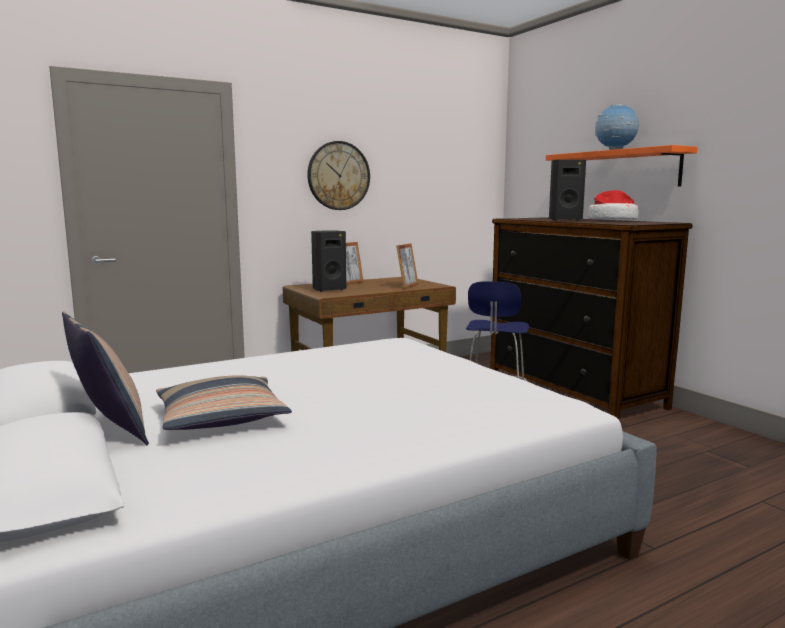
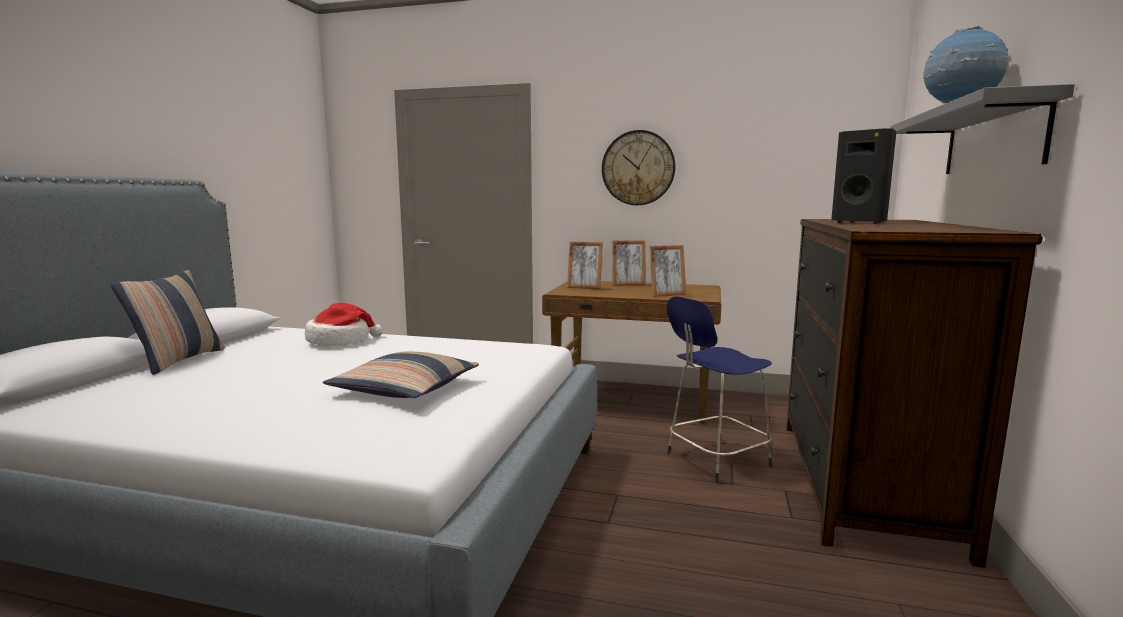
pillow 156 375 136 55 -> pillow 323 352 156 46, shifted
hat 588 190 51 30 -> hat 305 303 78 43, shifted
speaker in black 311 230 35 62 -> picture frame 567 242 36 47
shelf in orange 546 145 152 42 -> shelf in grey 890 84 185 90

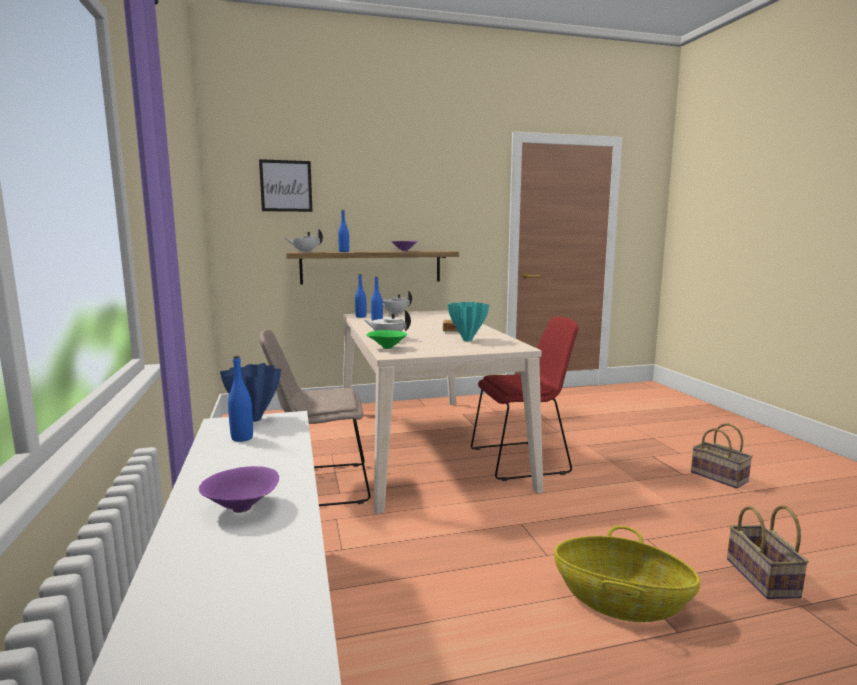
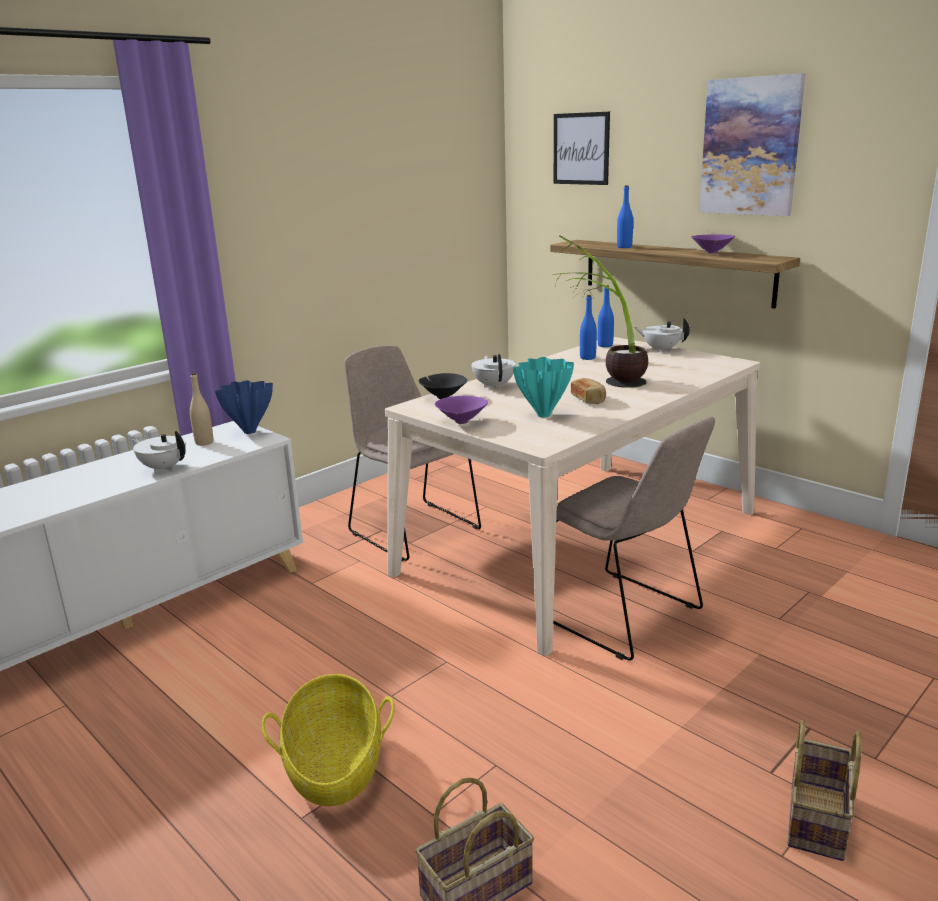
none -> potted plant 552 235 96 153
none -> picture 699 73 106 143
bowl in purple 199 466 80 47 -> bowl in purple 435 396 53 28, shifted
teapot in white 285 229 38 23 -> teapot in white 132 431 54 42, shifted
bottle in blue 228 356 25 86 -> bottle in beige 190 373 23 73
bowl in green 367 330 40 19 -> bowl in black 419 373 48 26
chair in red 471 317 107 164 -> chair in beige 553 416 162 245

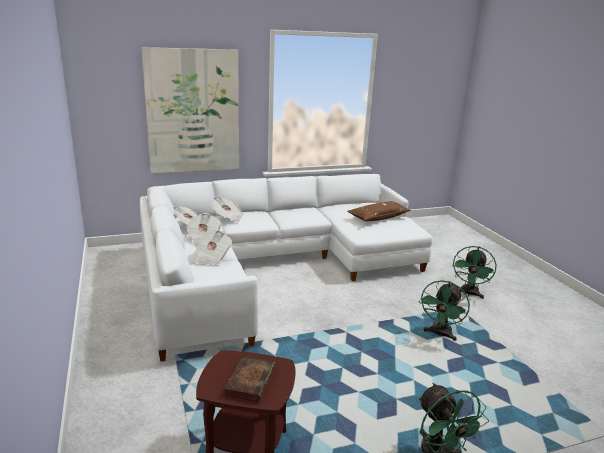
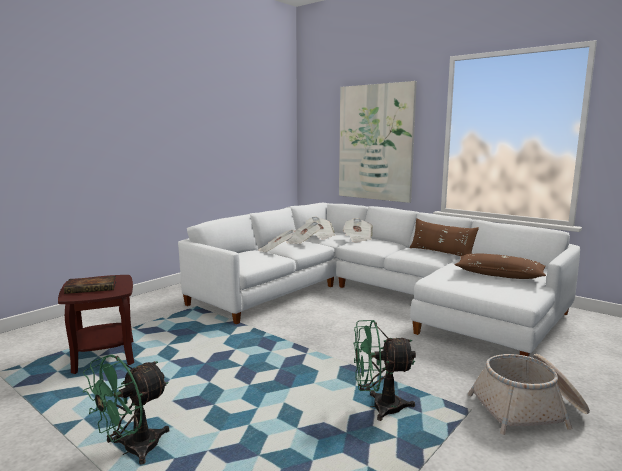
none -> pillow in brown 409 218 70 38
fan in green 452 246 44 53 -> basket 468 354 122 81

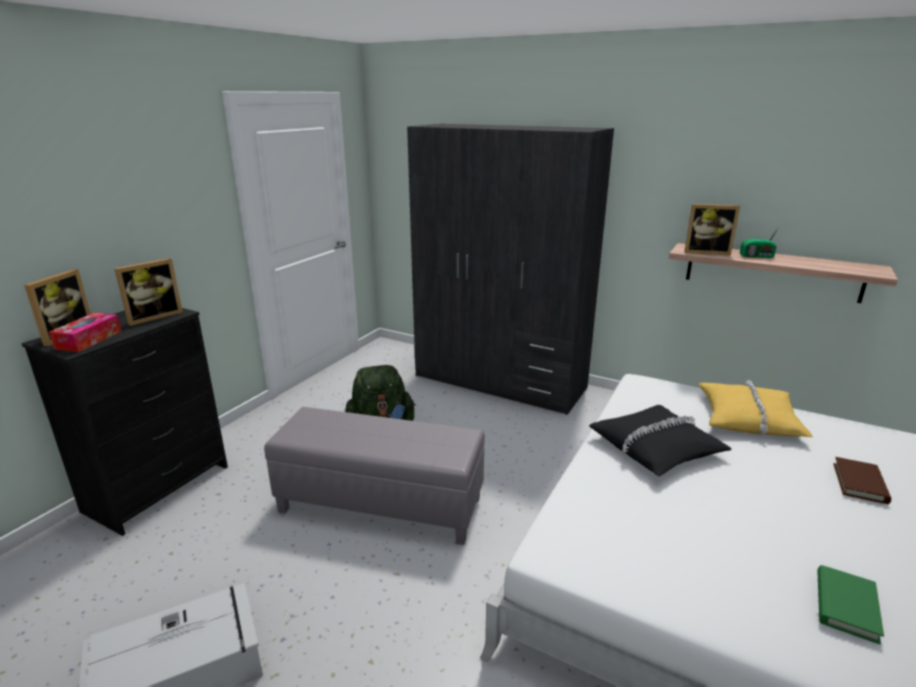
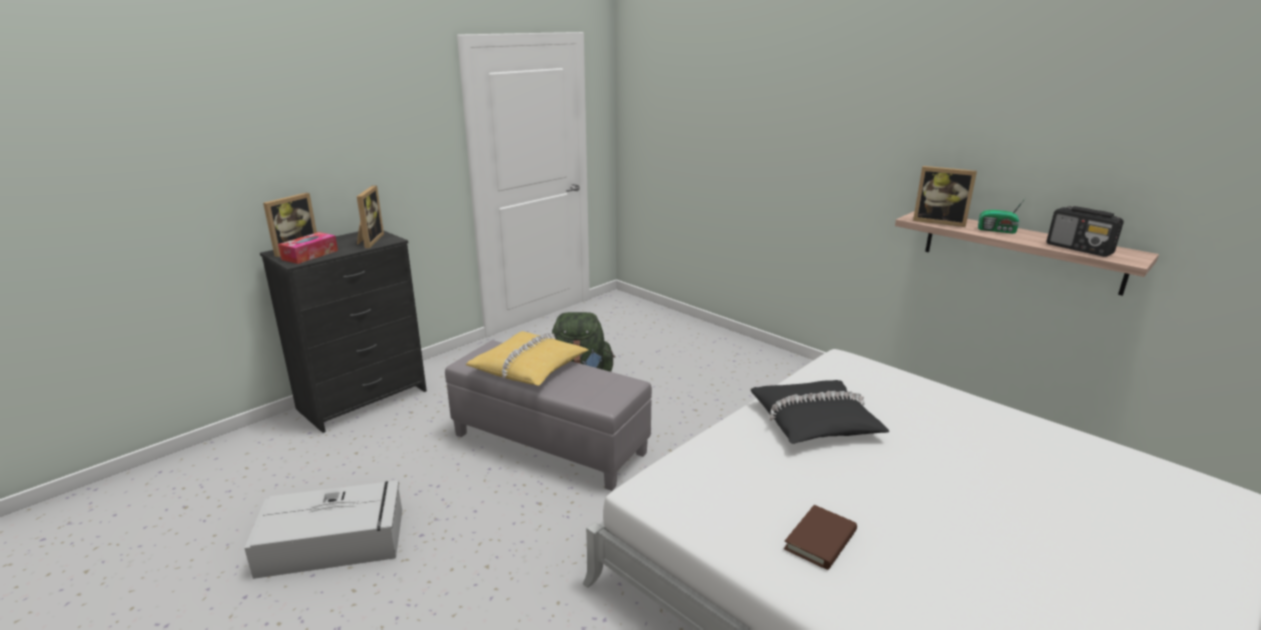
wardrobe in grey 407 124 207 291 -> none
book in green 818 565 66 79 -> none
none -> radio 1046 206 78 51
pillow in yellow 699 380 114 57 -> pillow in yellow 466 331 122 55, shifted
book in brown 833 457 58 47 -> book in brown 784 505 73 65, shifted
picture frame 114 258 69 68 -> picture frame 357 185 27 63, 60 degrees counterclockwise

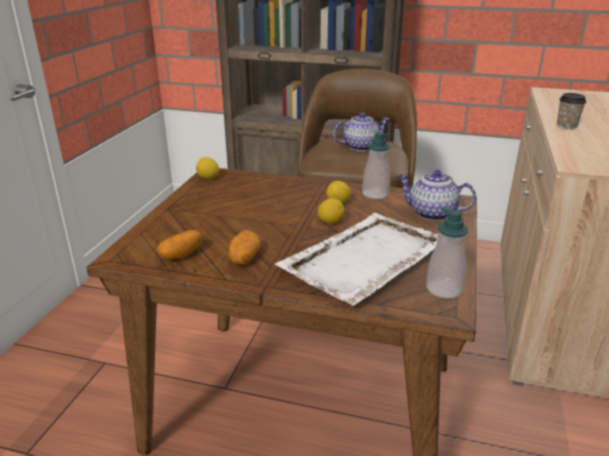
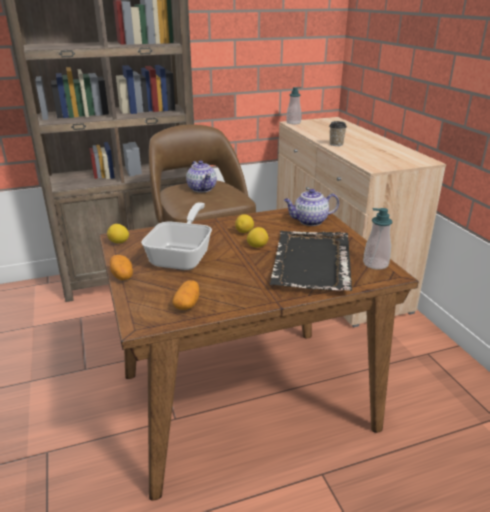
none -> frying pan 141 202 71 68
potato 229 230 32 35 -> potato 110 255 23 25, shifted
soap dispenser 362 132 29 67 -> soap dispenser 286 87 15 37, shifted
tray in white 274 213 165 92 -> tray in black 270 231 82 60
teapot 333 112 56 39 -> teapot 186 160 31 32, 120 degrees clockwise

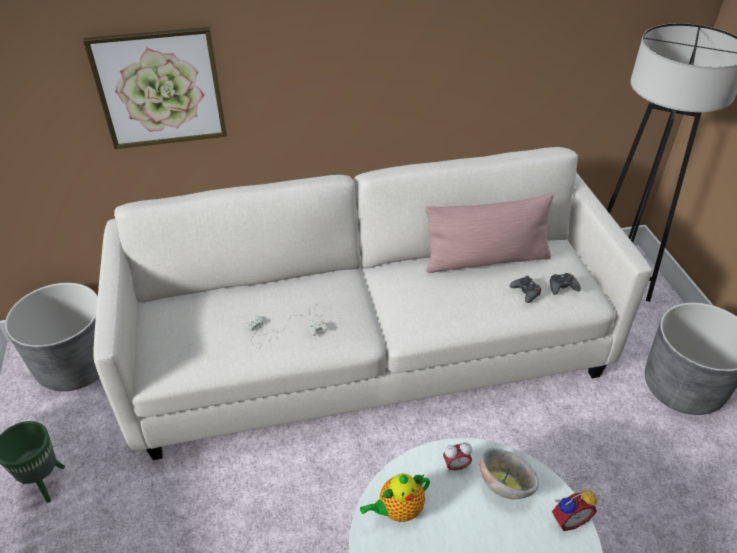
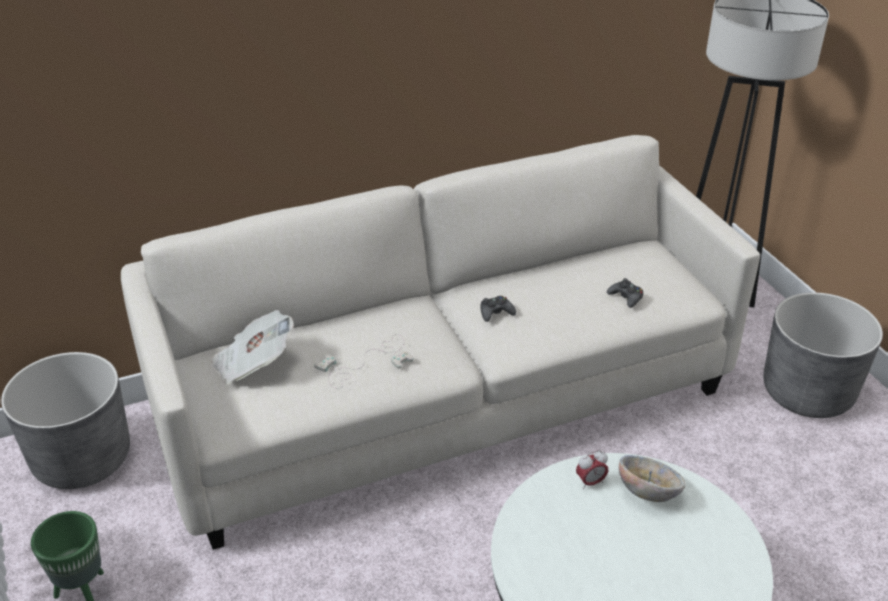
picture 83 27 144 122 -> none
teapot 360 474 70 48 -> none
pillow in pink 426 194 128 79 -> none
alarm clock 552 490 45 41 -> none
none -> newspaper 211 310 83 74
game controller in black 550 273 31 22 -> game controller in black 480 296 36 26, shifted

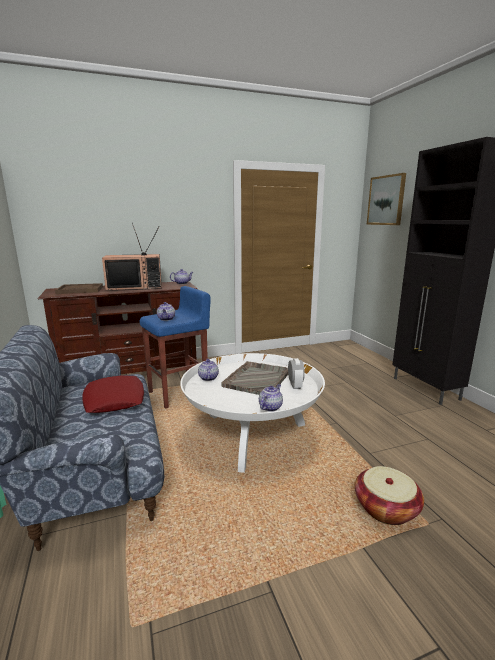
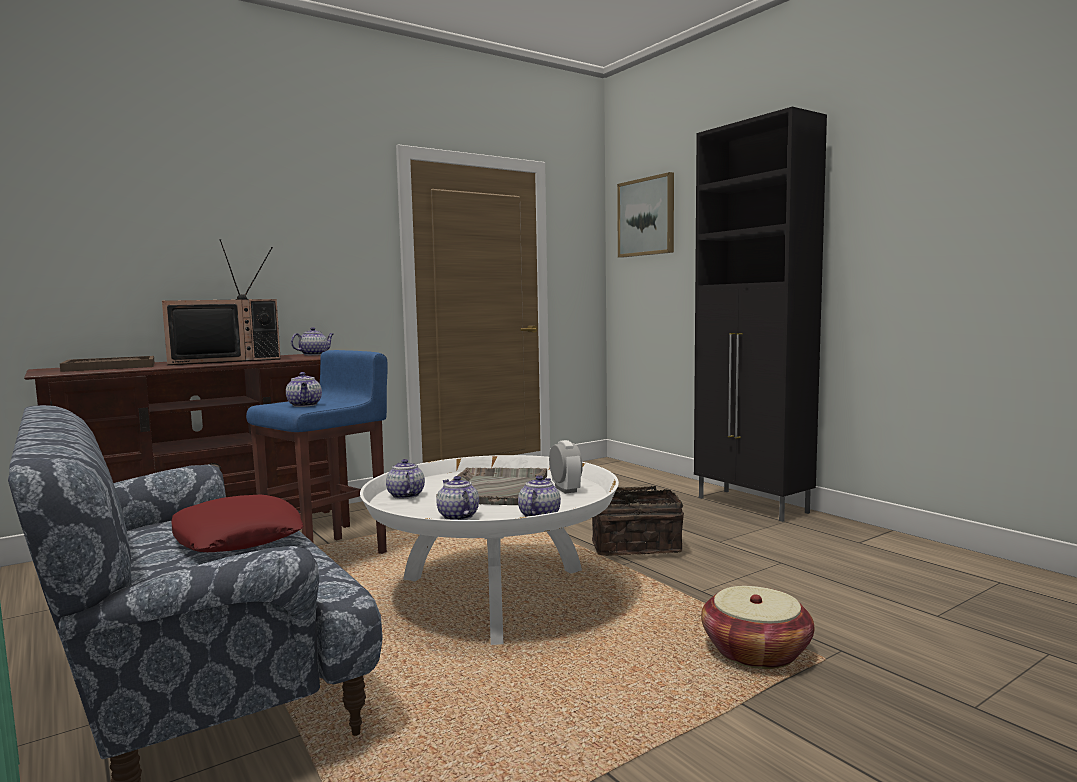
none -> teapot 436 476 43 44
none -> basket 592 486 92 70

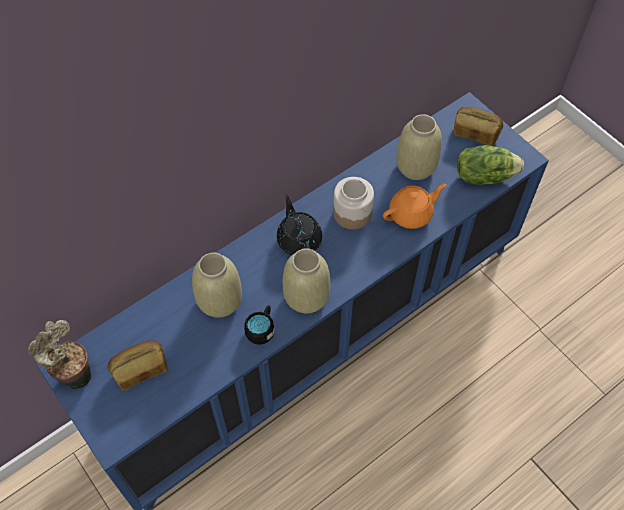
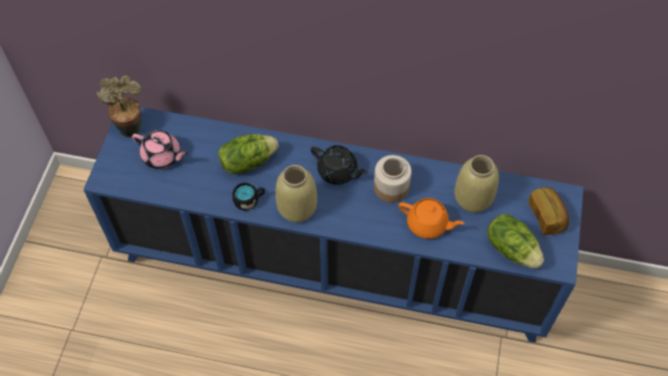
bread 107 340 60 51 -> teapot in pink 132 130 56 39
vase in beige 192 253 50 65 -> lettuce 219 134 60 40
teapot in black 277 195 45 60 -> teapot in black 311 145 57 40, 90 degrees clockwise

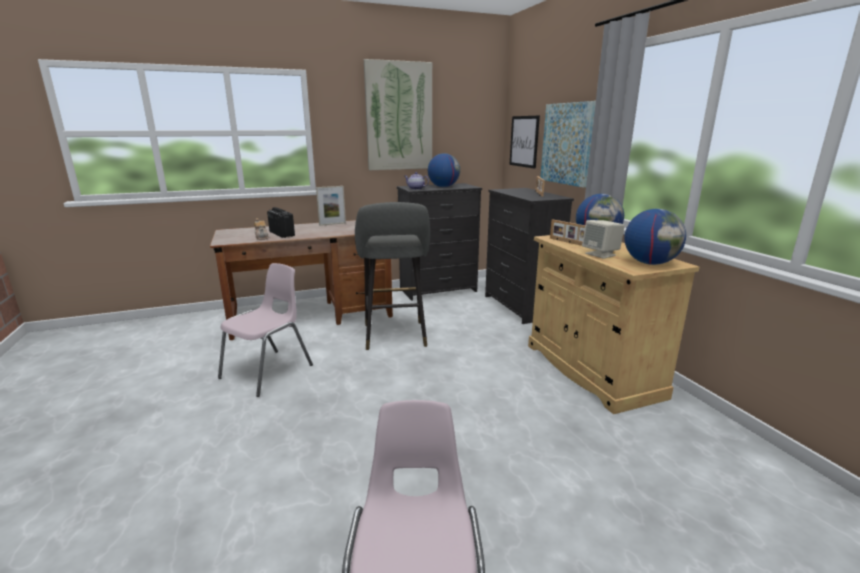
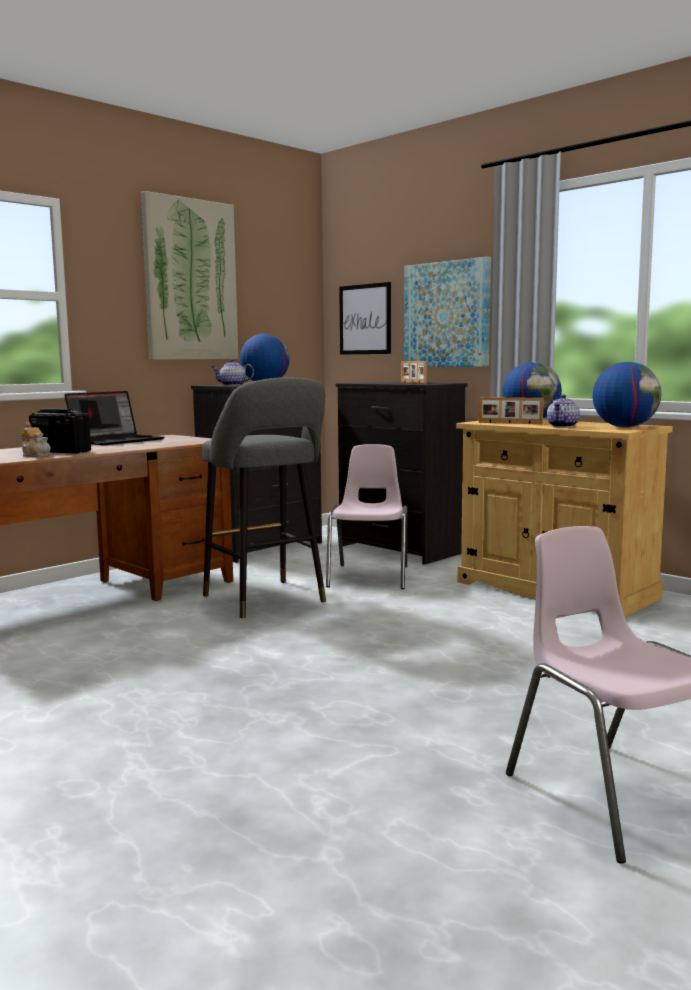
chair in pink 218 263 95 134 -> chair in pink 326 444 81 145, shifted
picture frame 316 186 30 40 -> laptop 64 391 100 54
speaker in beige 582 220 43 39 -> teapot 547 395 33 32

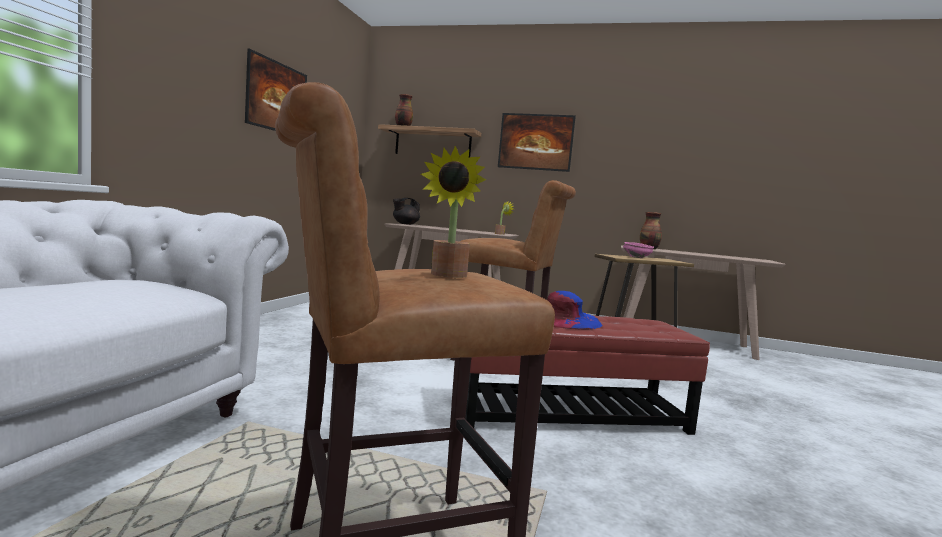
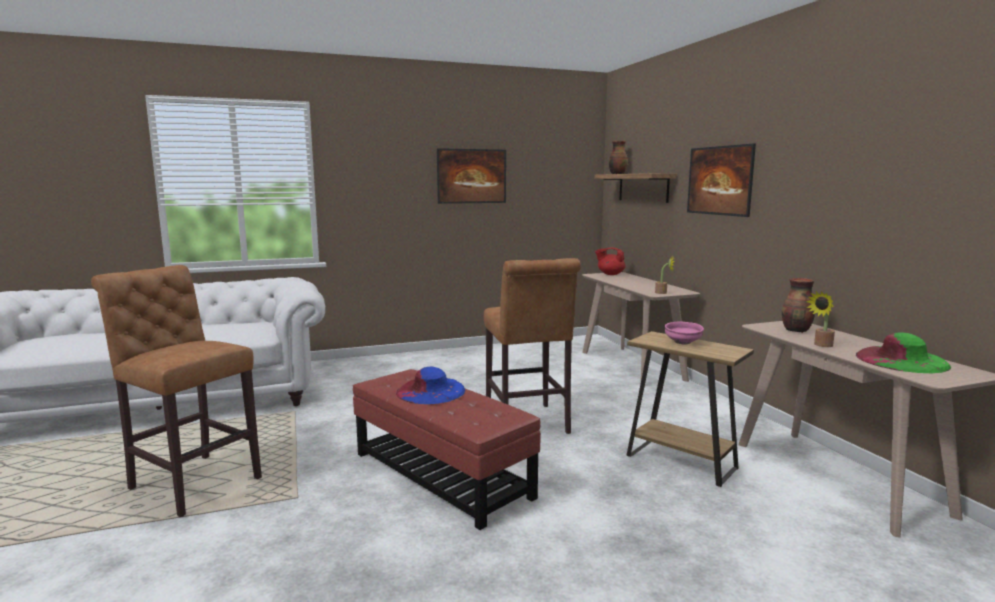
none -> hat in green 856 332 95 41
potted plant 421 146 65 132 -> potted plant 806 291 29 56, shifted
teapot in black 393 198 27 27 -> teapot in red 595 248 30 27

